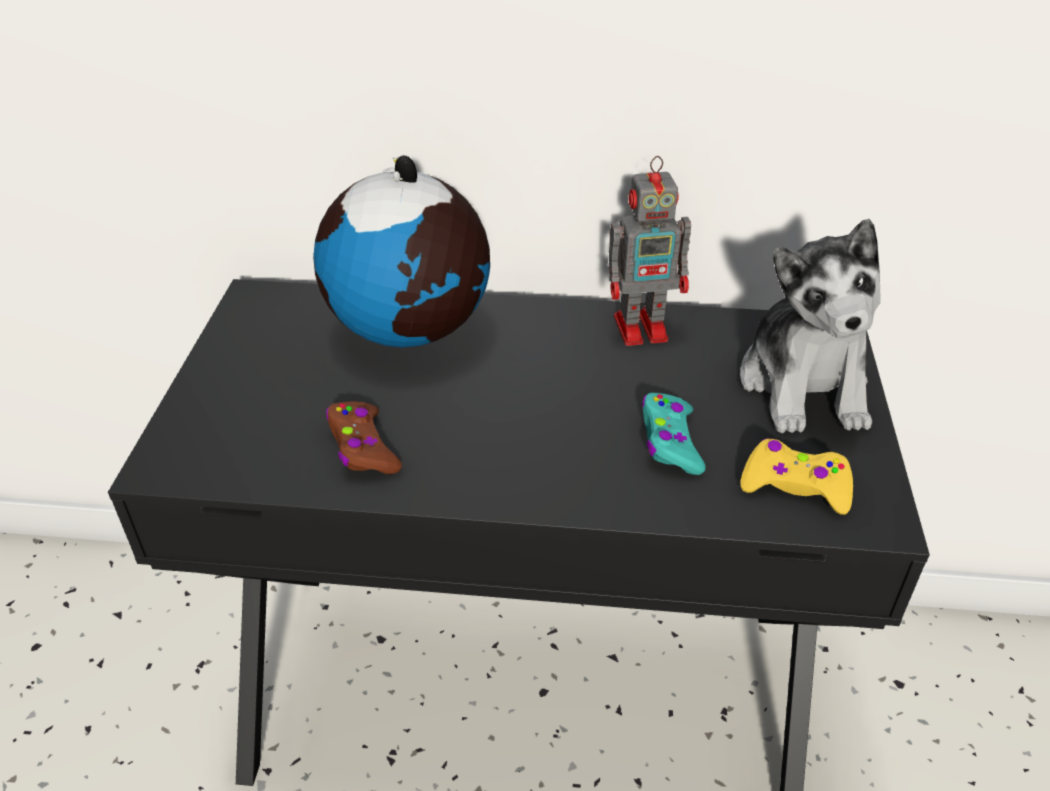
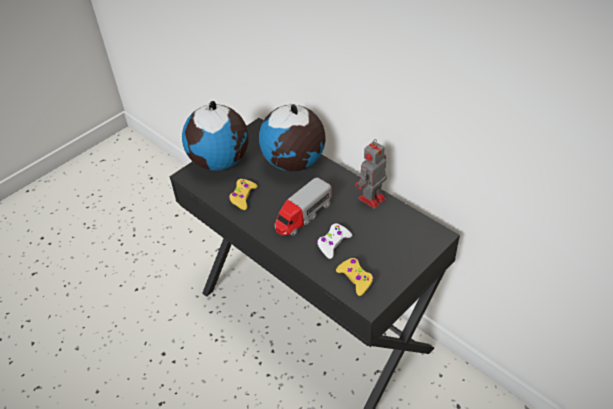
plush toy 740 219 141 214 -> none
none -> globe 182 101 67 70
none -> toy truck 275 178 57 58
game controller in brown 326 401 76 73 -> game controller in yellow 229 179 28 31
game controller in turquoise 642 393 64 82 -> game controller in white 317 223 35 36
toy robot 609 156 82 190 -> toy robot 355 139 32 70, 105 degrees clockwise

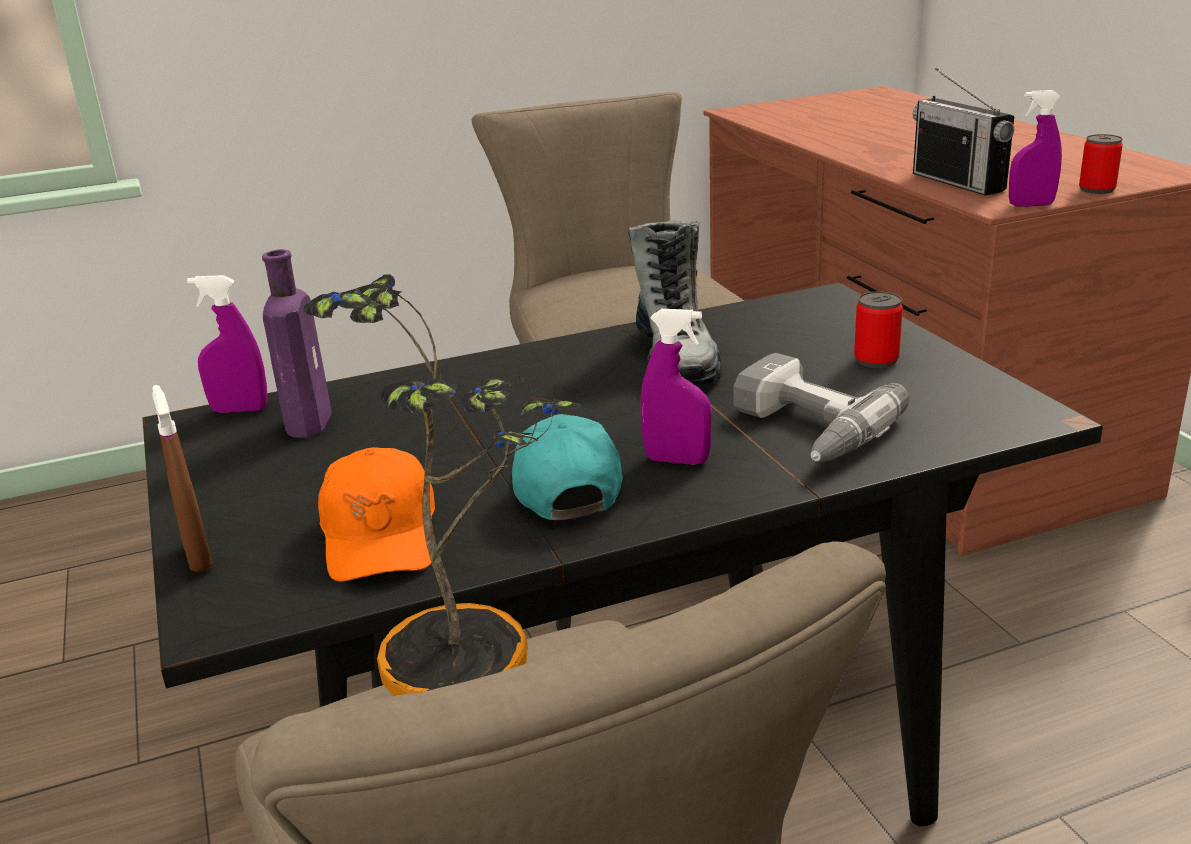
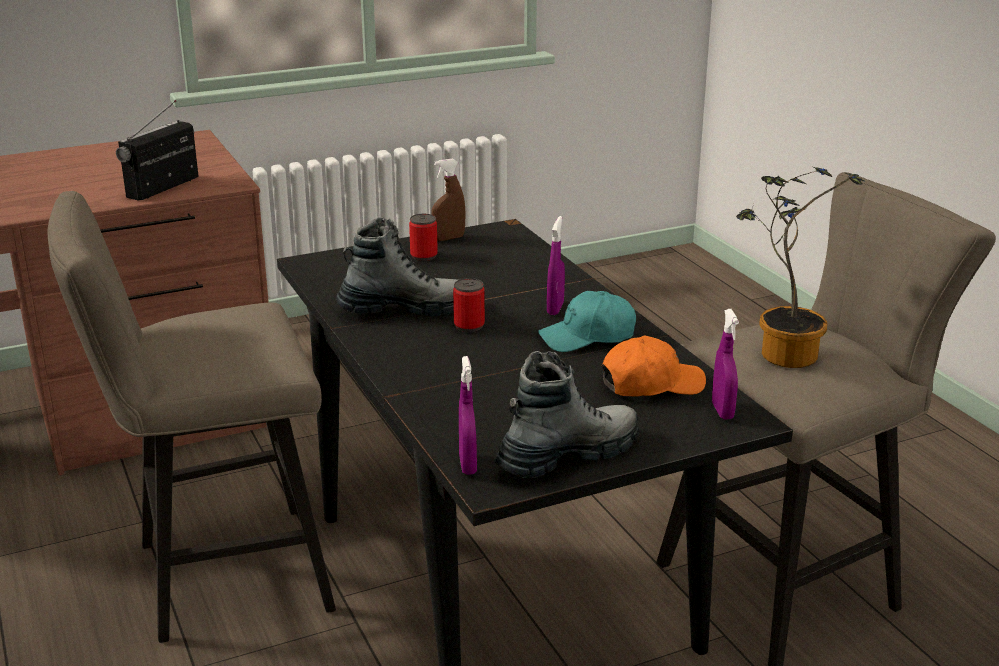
bottle in purple 262 249 70 189 -> none
power drill 734 353 175 109 -> none
none -> boot 494 351 145 127
spray bottle in brown 152 385 61 187 -> spray bottle in brown 431 159 35 82, shifted
spray bottle in purple 1009 90 53 117 -> spray bottle in purple 712 309 27 110, shifted
can 1079 134 44 60 -> can 453 278 32 54, shifted
radio 913 68 101 128 -> radio 116 100 83 101, 150 degrees clockwise

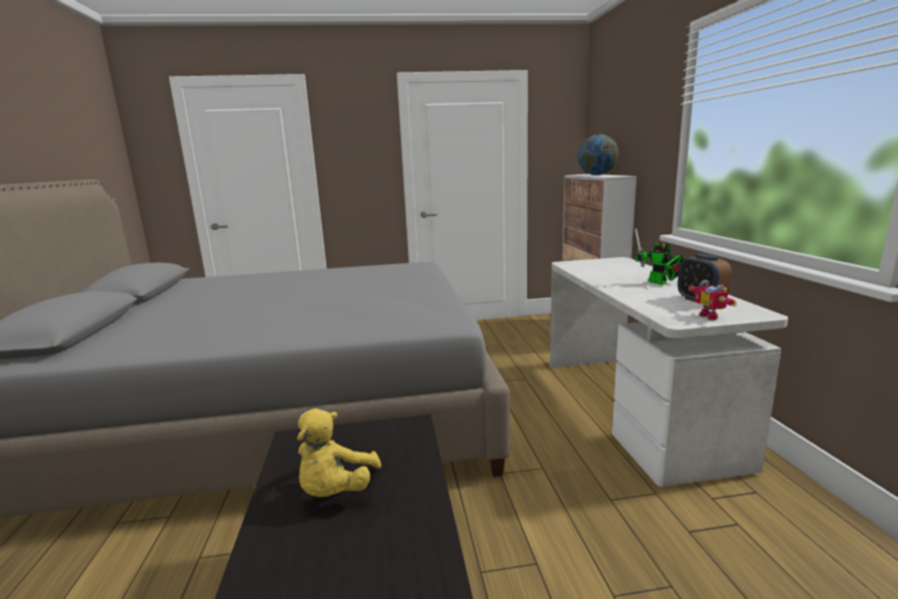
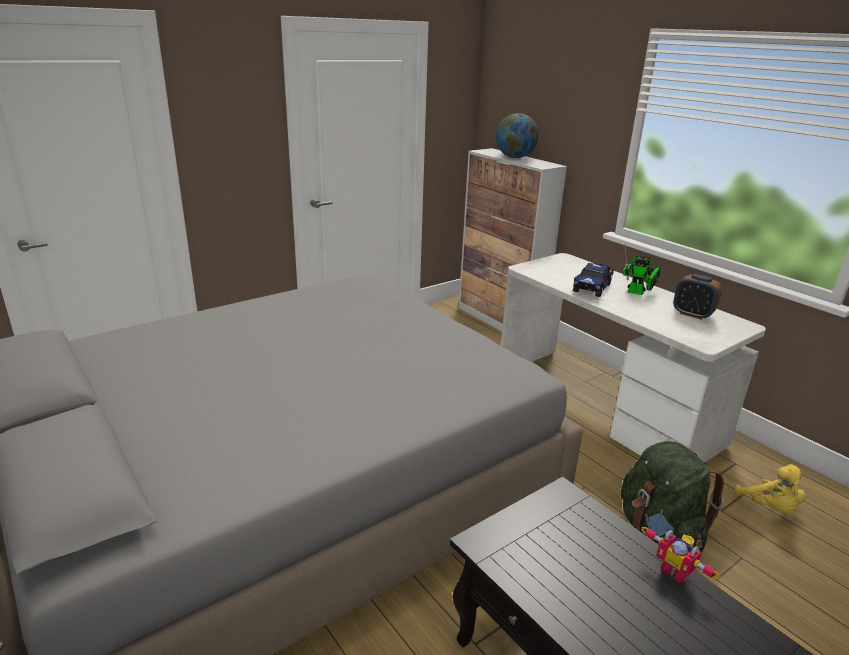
none -> toy truck 573 263 41 34
none -> backpack in green 621 441 103 111
plush toy in yellow 297 408 85 89 -> plush toy in yellow 735 464 71 49, shifted
toy robot 689 280 48 40 -> toy robot 641 527 80 56, shifted

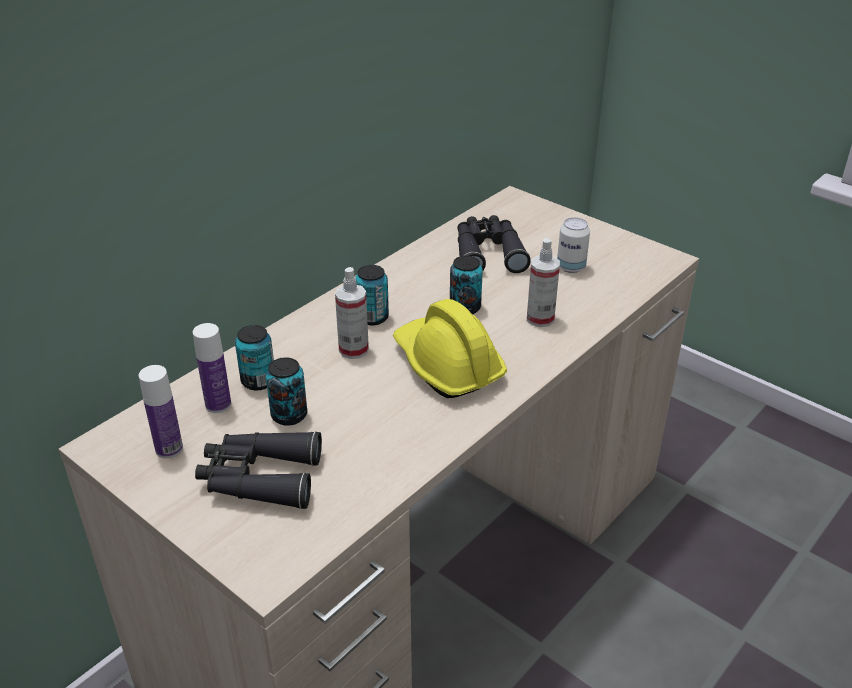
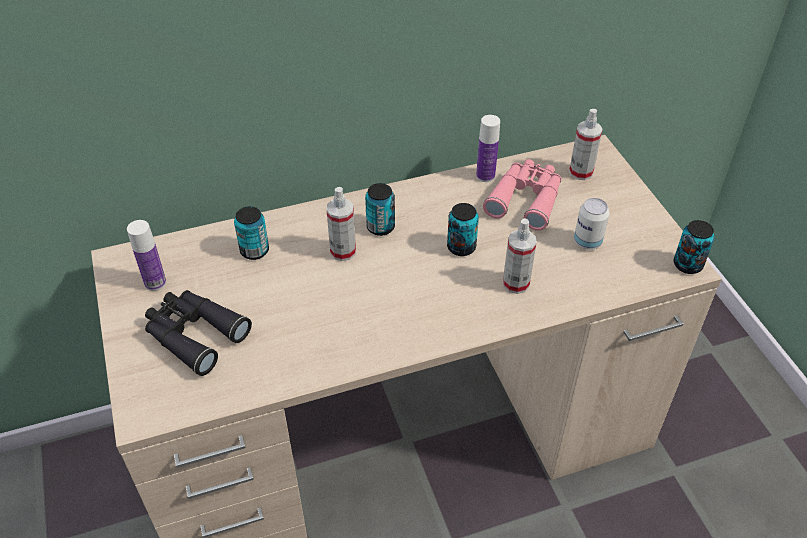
hard hat in yellow 393 299 114 99 -> none
none -> spray bottle 569 109 34 71
bottle 193 323 38 90 -> bottle 476 115 24 67, shifted
can 266 357 41 69 -> can 674 220 41 54, shifted
binoculars in black 457 215 74 58 -> binoculars in pink 483 159 79 72

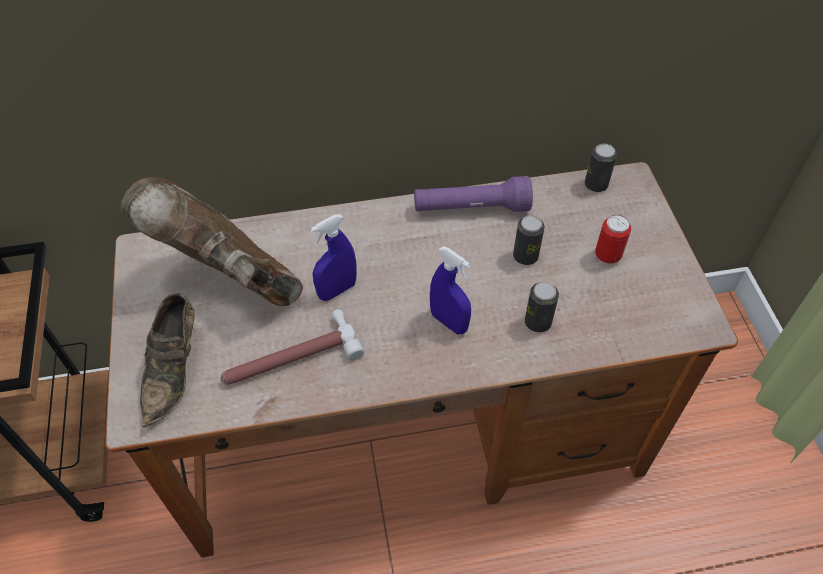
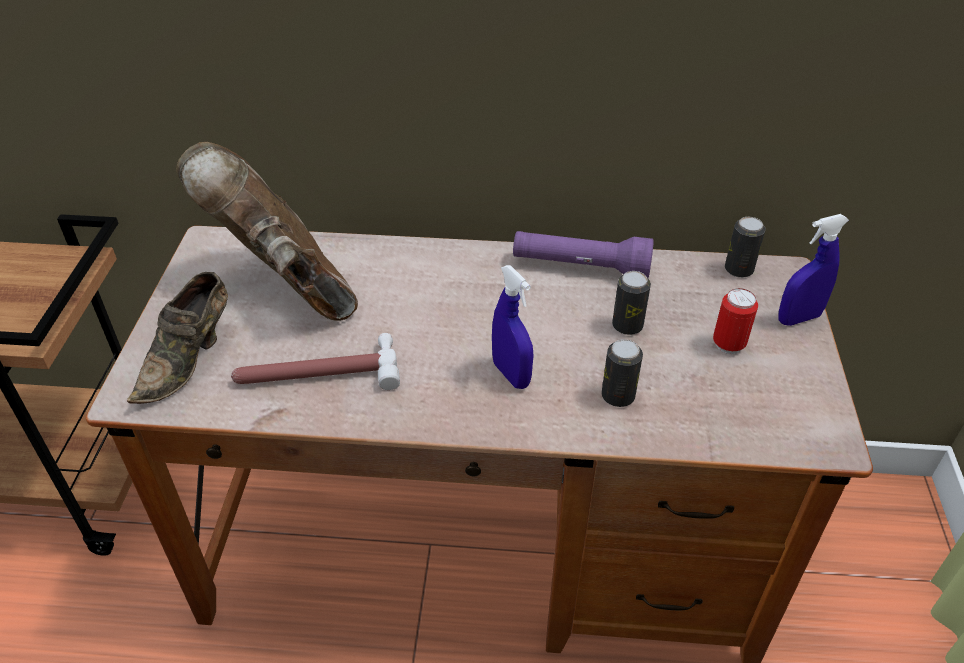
spray bottle in blue 310 214 47 87 -> spray bottle in blue 778 214 71 112, shifted

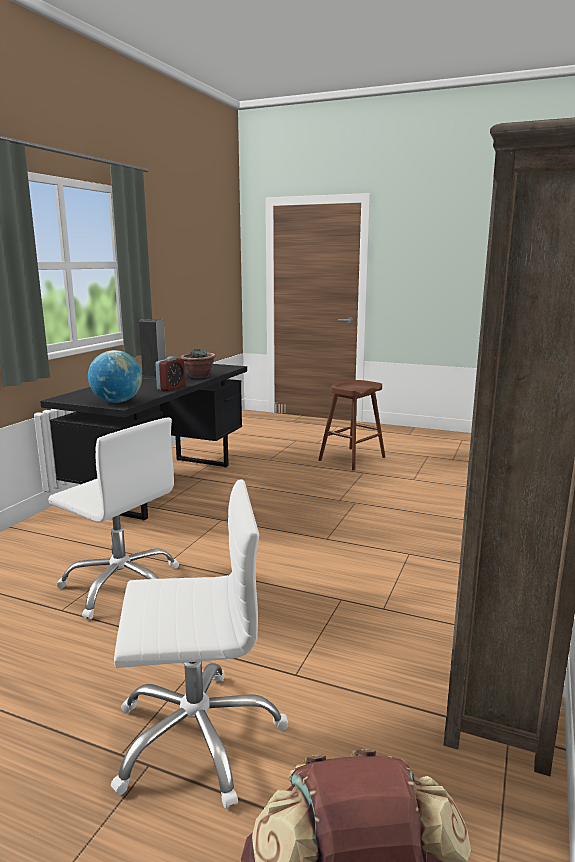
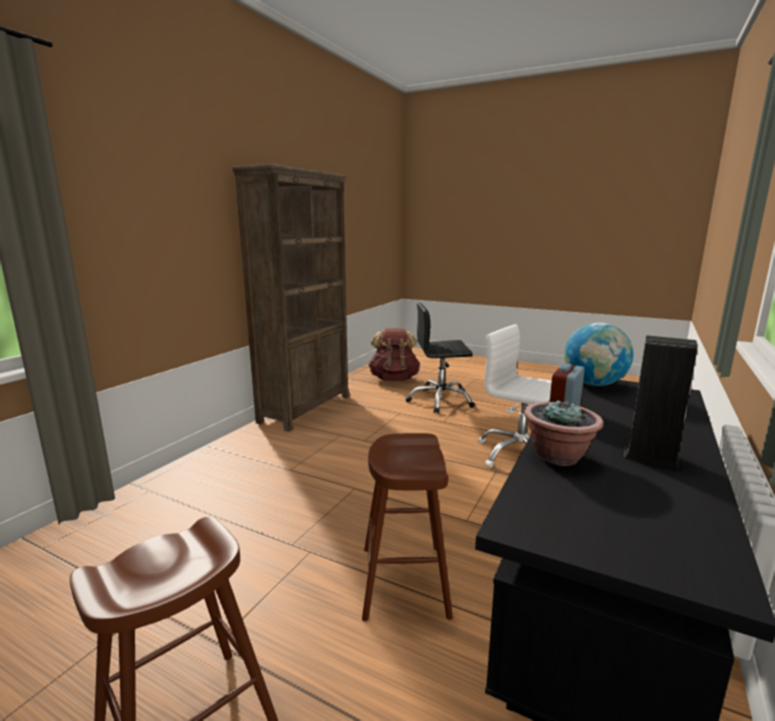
none -> stool in brown 362 433 91 188
office chair in white 111 479 178 330 -> office chair in black 406 303 69 110

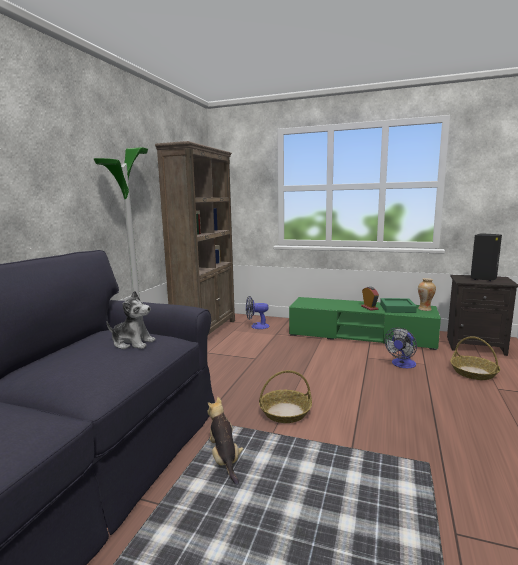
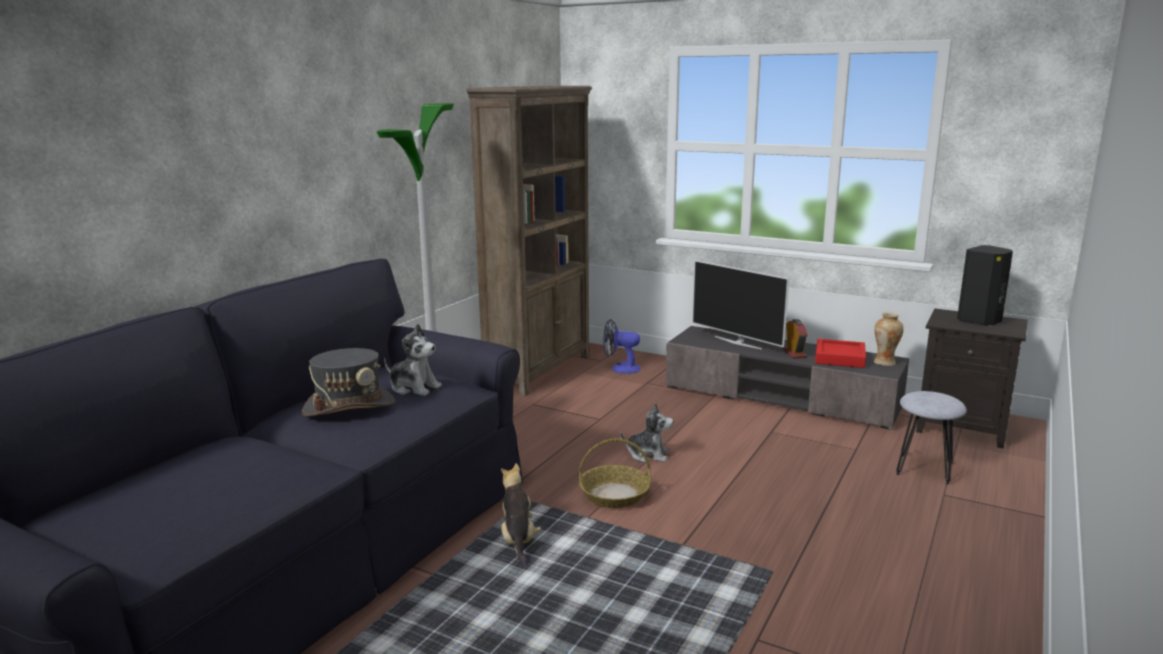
fan 384 327 33 41 -> none
none -> hat in grey 302 348 93 68
none -> plush toy 620 403 53 60
none -> television 692 260 97 90
basket 450 336 50 44 -> stool in grey 896 391 71 94
tv stand in green 289 297 152 53 -> tv stand in grey 666 326 243 104
tray in green 380 298 37 15 -> tray in red 815 339 51 29

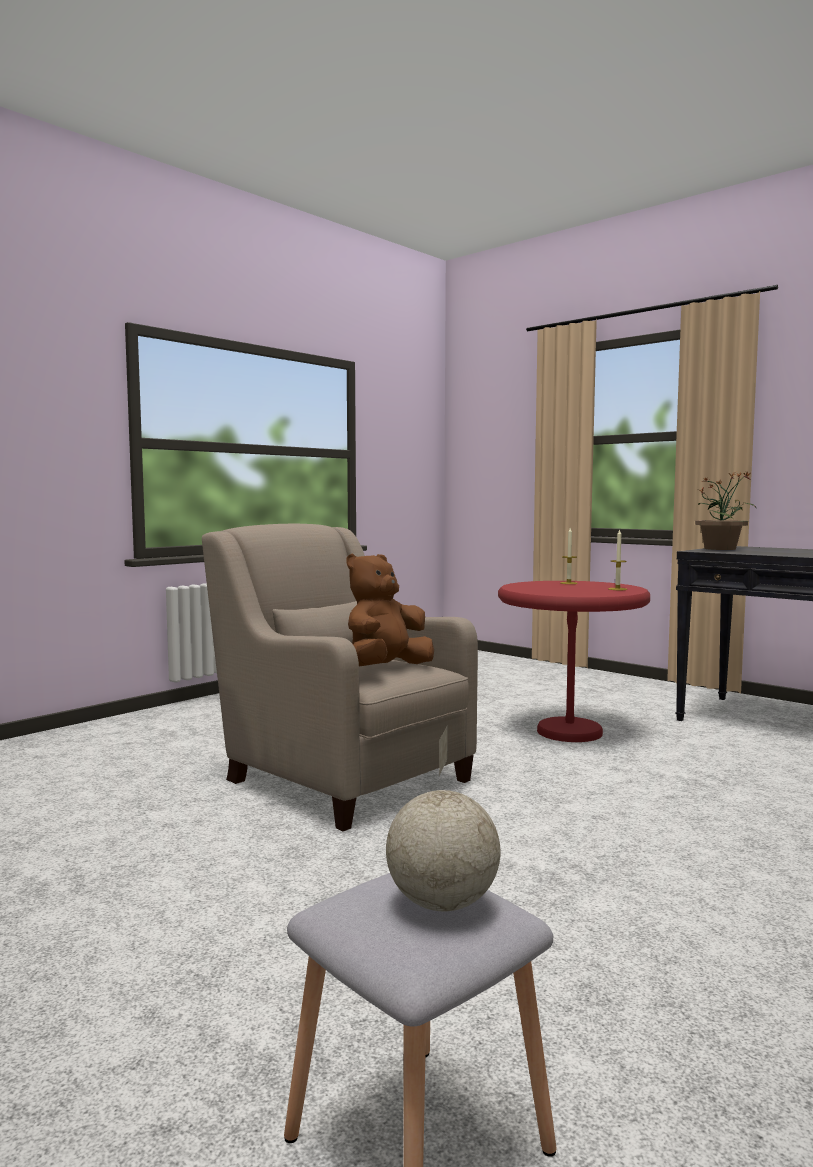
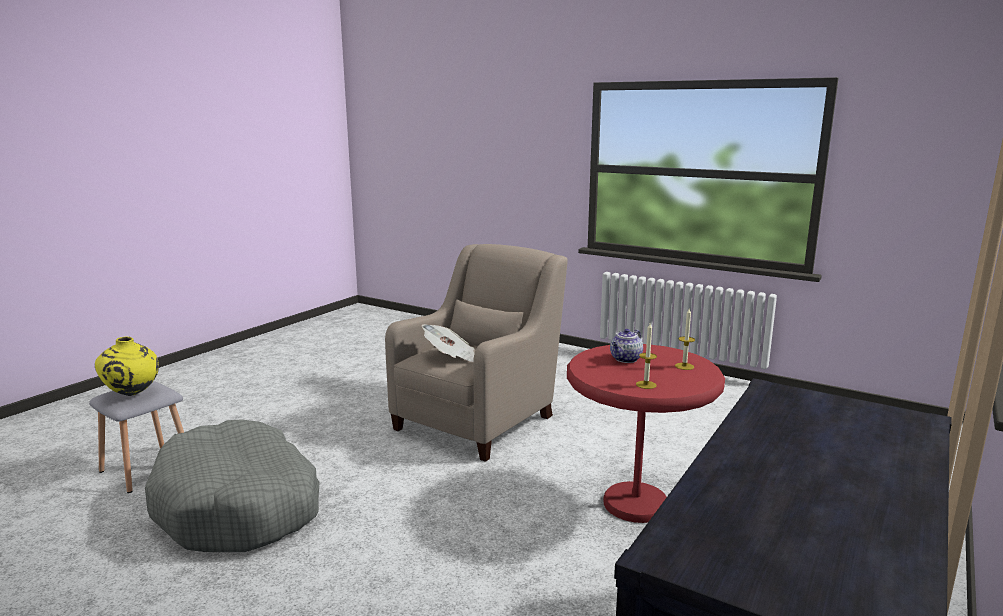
potted plant 695 472 61 78 -> none
none -> dog bed in grey 145 420 175 132
none -> teapot 610 329 33 34
plush toy in brown 347 554 87 113 -> newspaper 422 324 53 38
globe 386 725 115 186 -> vase in yellow 95 336 64 60

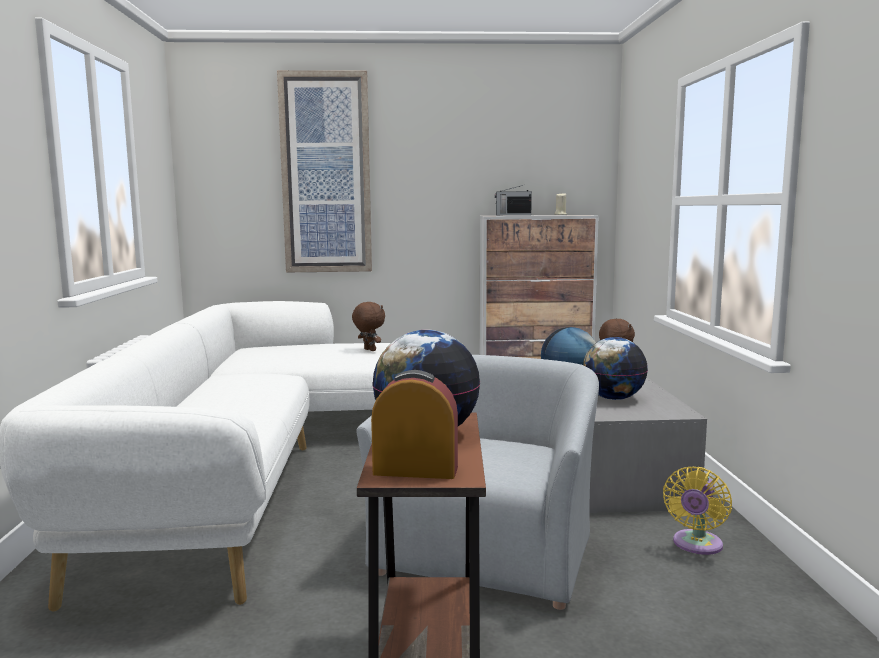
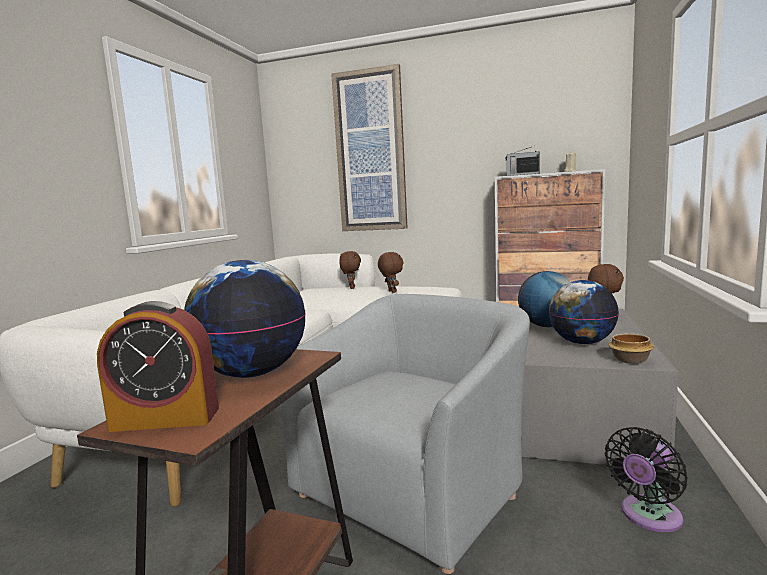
none -> plush toy in brown 339 251 22 38
none -> bowl 608 333 46 31
fan in yellow 663 467 69 88 -> fan in black 605 427 82 105
alarm clock 371 370 87 109 -> alarm clock 97 301 122 131, 150 degrees clockwise

